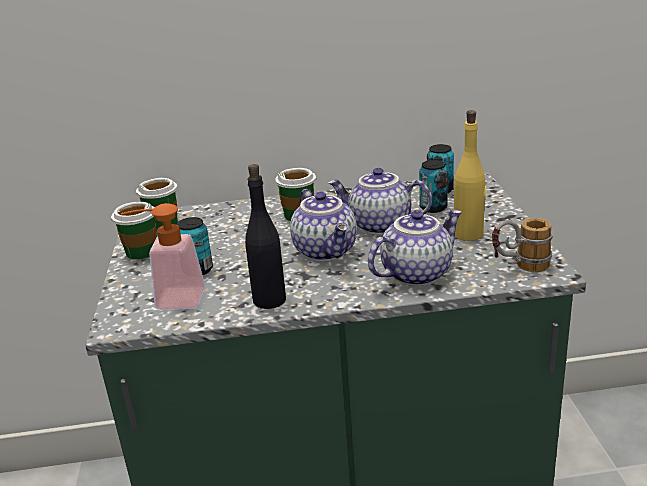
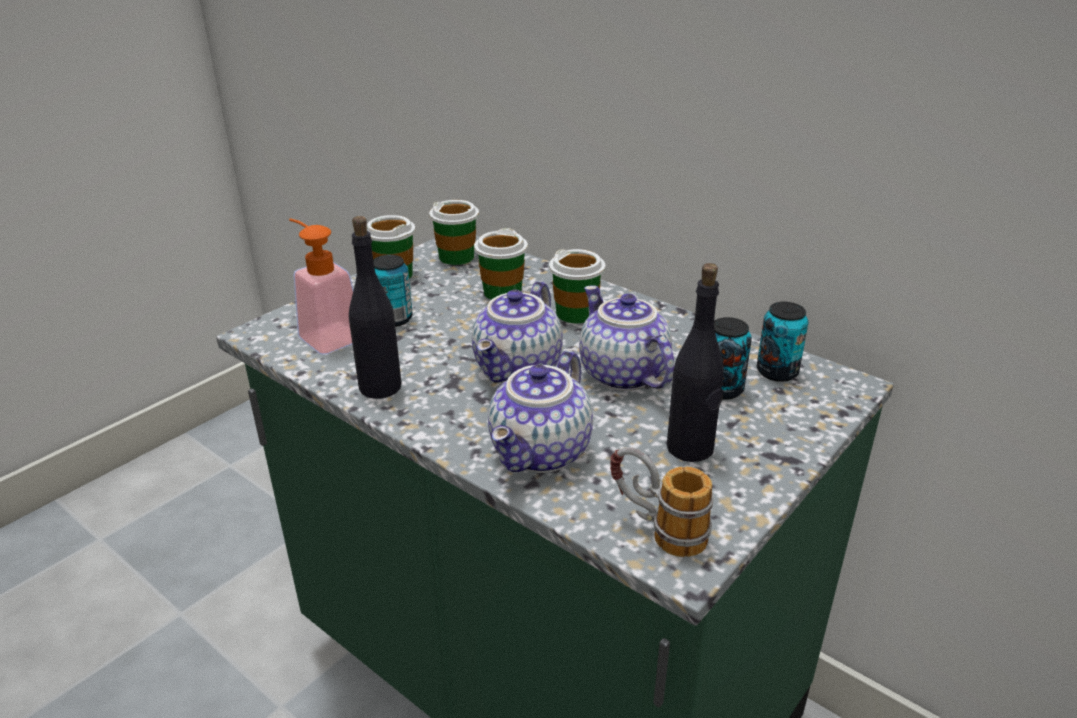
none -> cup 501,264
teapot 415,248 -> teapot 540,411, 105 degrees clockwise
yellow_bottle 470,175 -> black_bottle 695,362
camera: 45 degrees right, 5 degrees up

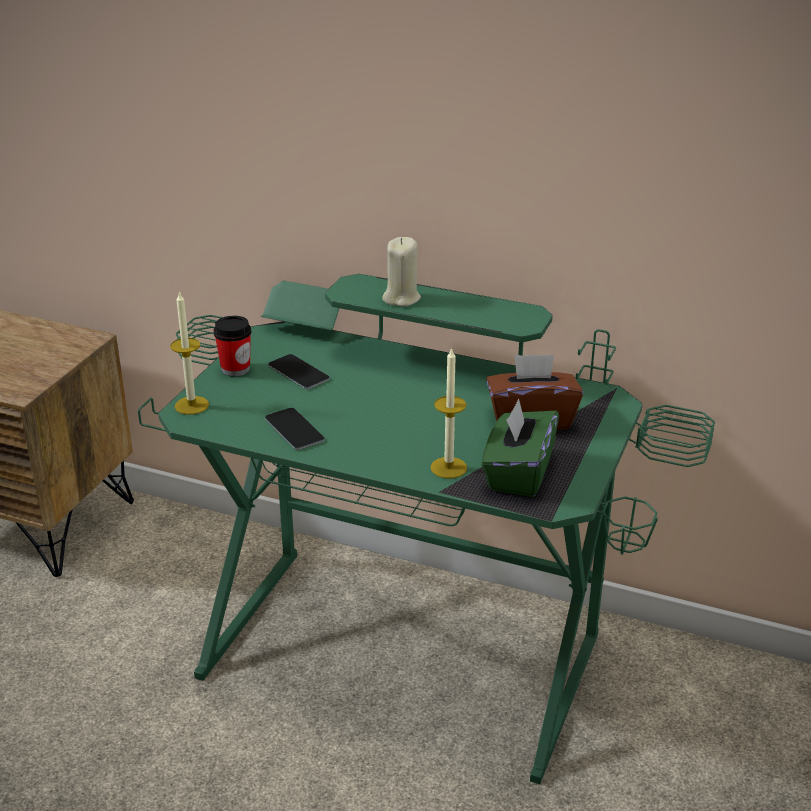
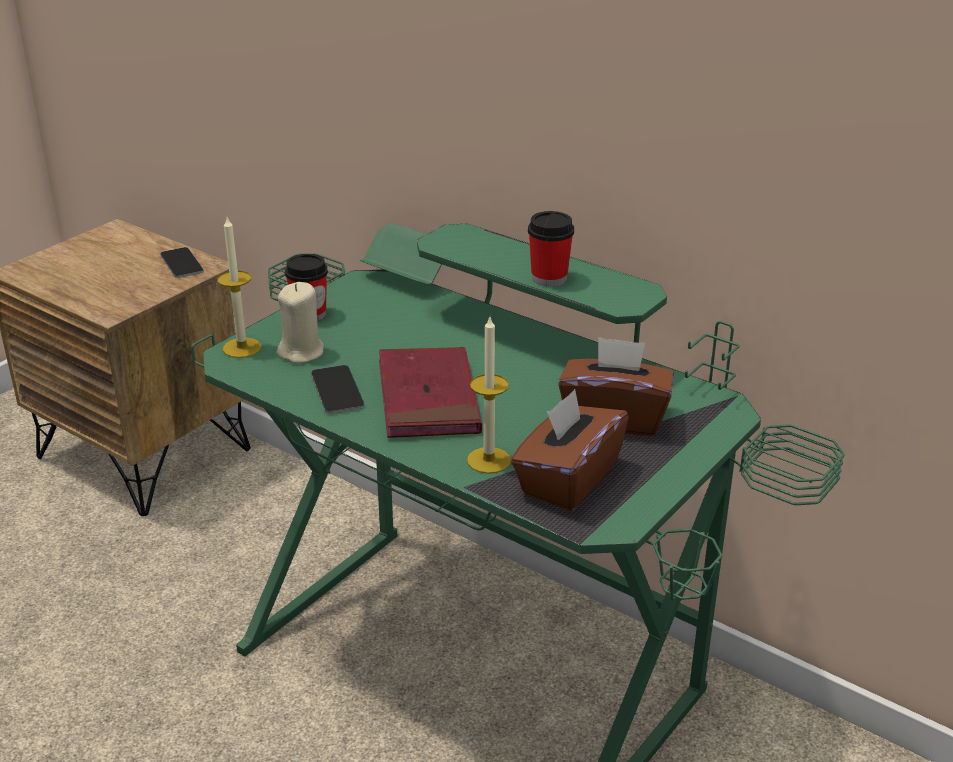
phone 298,371 -> phone 182,262, move
beige_candle 401,272 -> beige_candle 300,323, move
none -> red_book 430,392
green_tissue_box 520,448 -> brown_tissue_box 570,450
none -> cup 551,249
camera: 15 degrees right, 0 degrees up

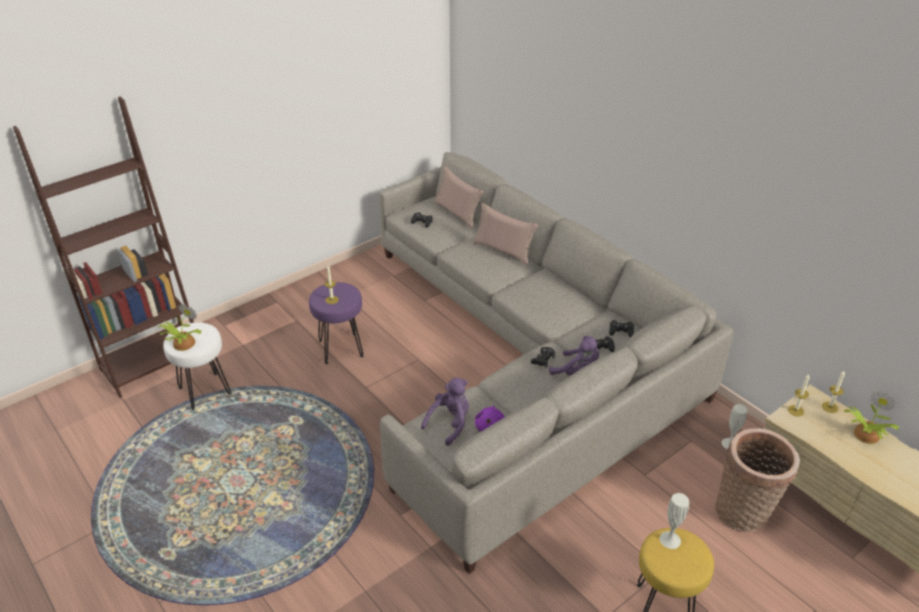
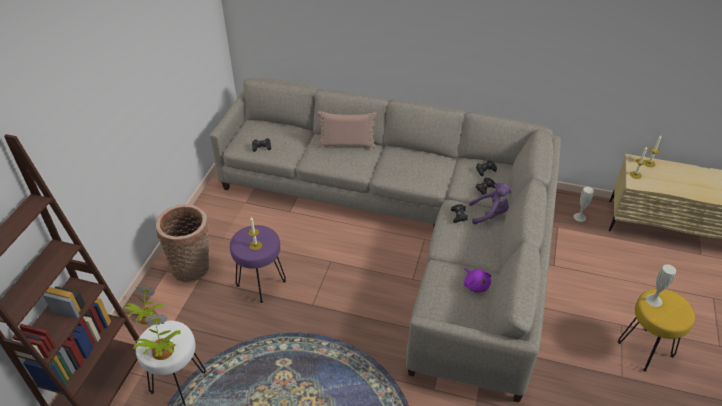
potted_plant 871,417 -> potted_plant 143,305, move
basket 757,480 -> basket 183,243, move
purple_plush_toy 445,412 -> none
beige_pillow 458,197 -> none
camera: 35 degrees left, 5 degrees up

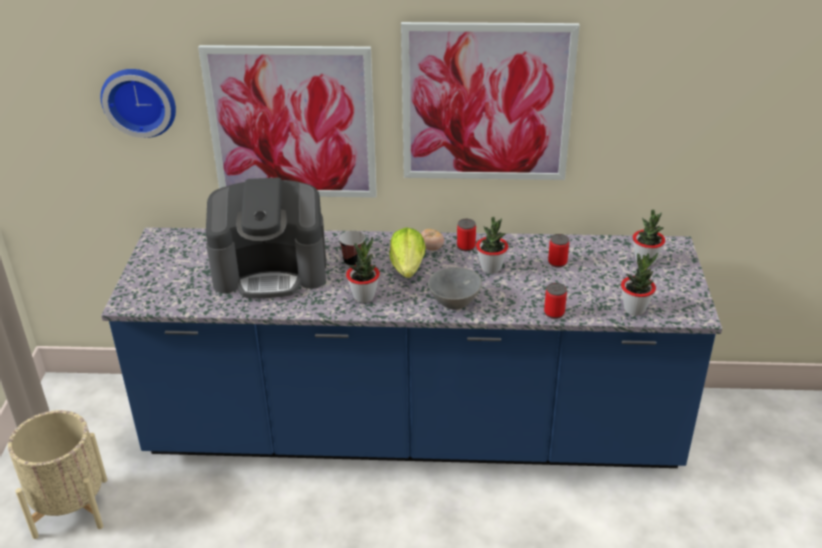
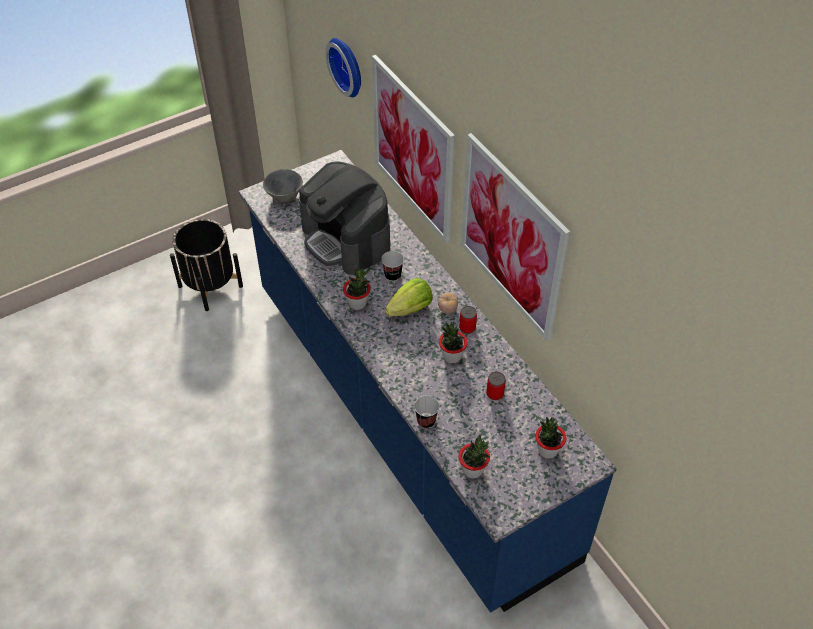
beige_planter 57,474 -> black_planter 206,265
grey_bowl 455,288 -> grey_bowl 283,185, move
can 555,301 -> cup 426,412
camera: 55 degrees right, 15 degrees up

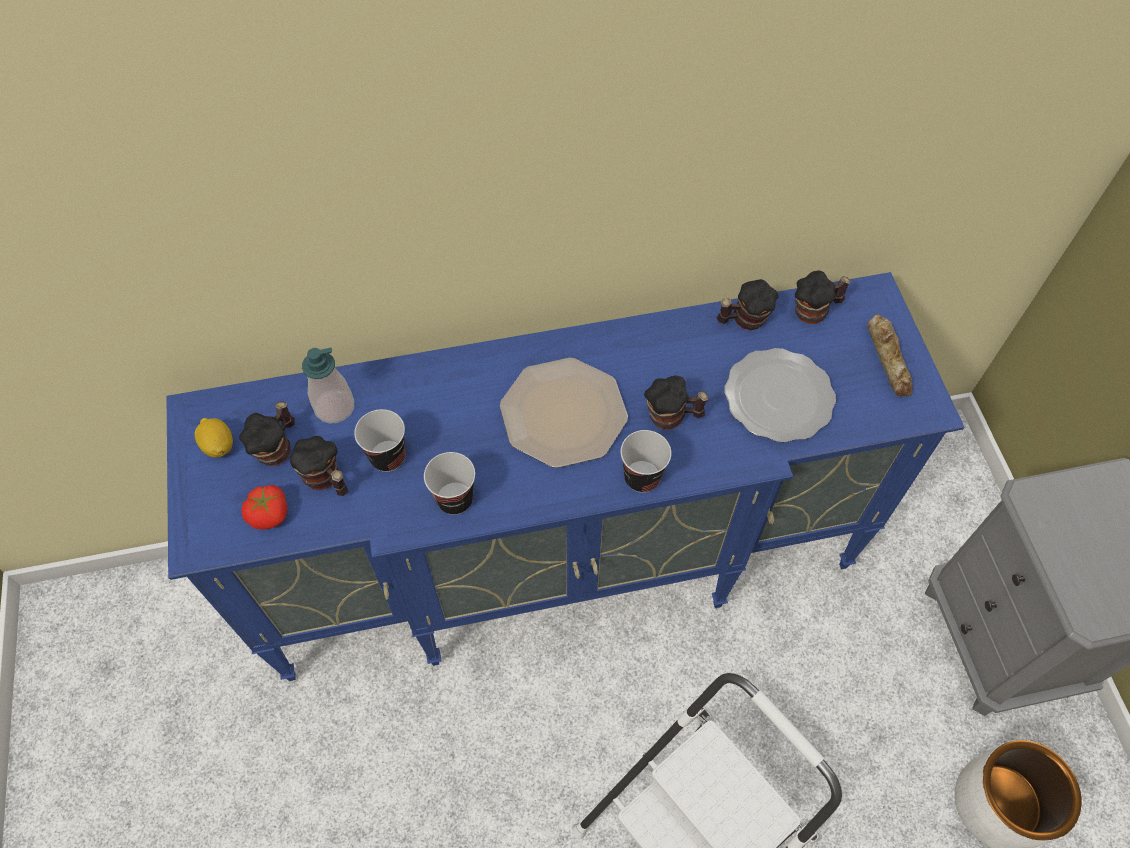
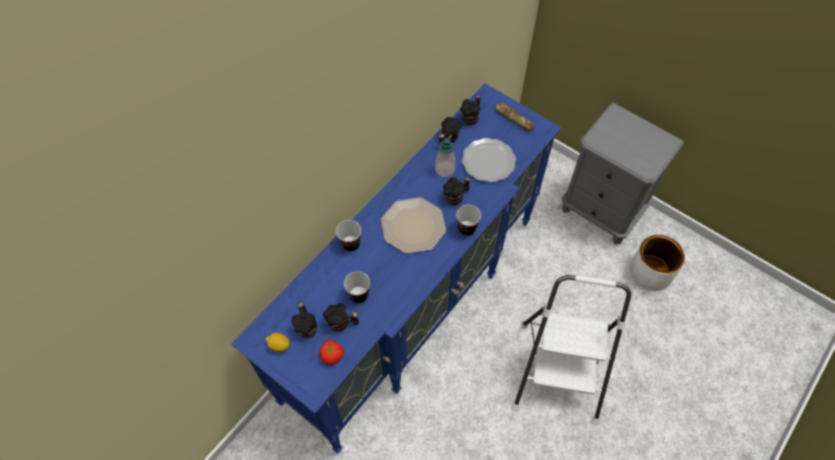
cup 449,483 -> cup 348,236, move
soap_dispenser 328,385 -> soap_dispenser 445,156, move
camera: 40 degrees left, 0 degrees up

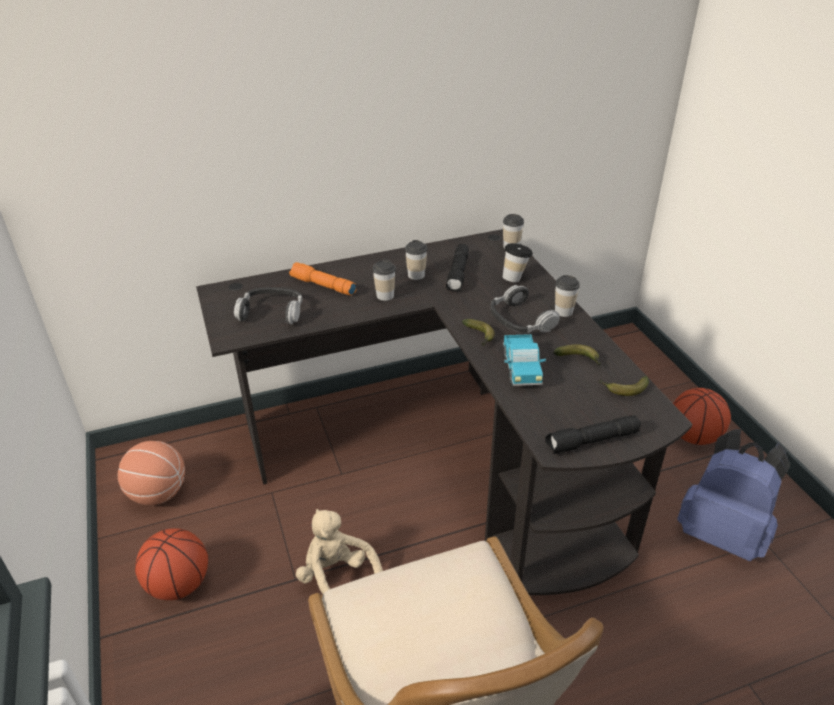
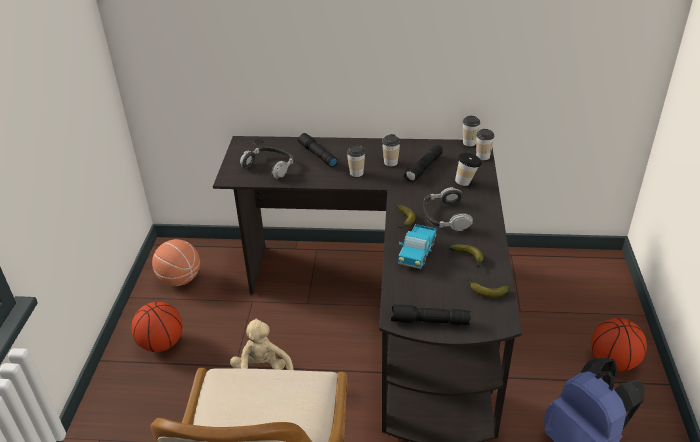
orange_flashlight 322,279 -> black_flashlight 317,150
cup 567,296 -> cup 471,131, move
camera: 25 degrees right, 0 degrees up

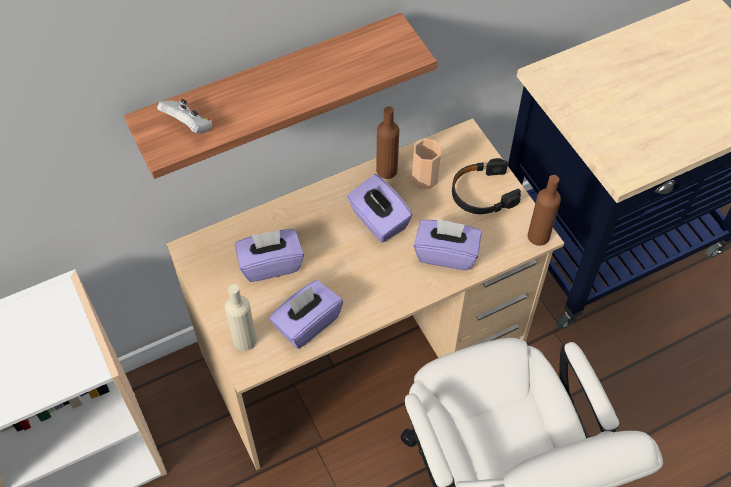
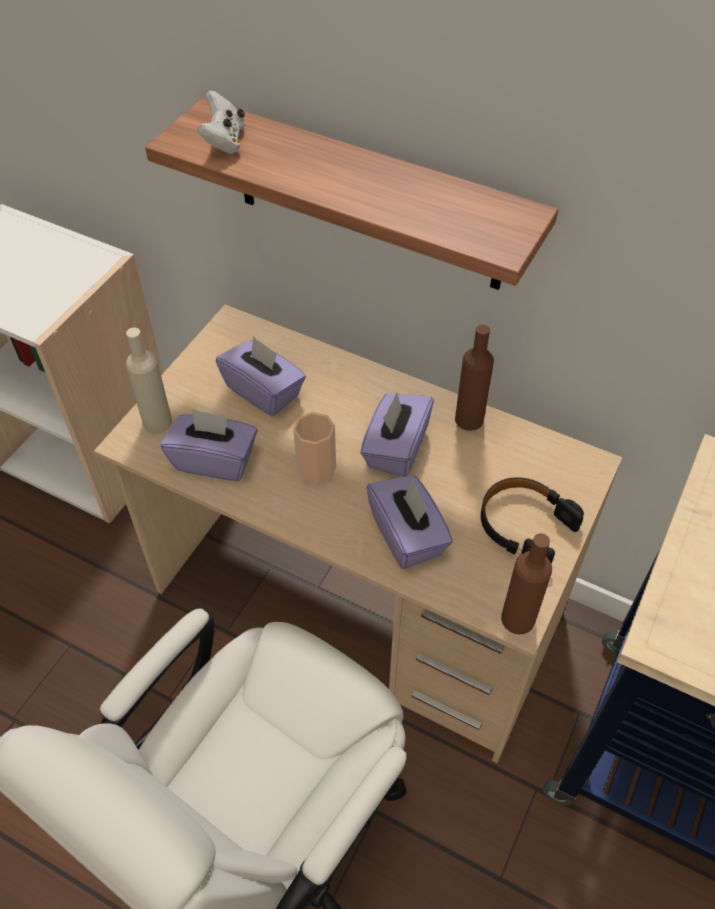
cup 427,164 -> cup 314,448, move
camera: 55 degrees right, 5 degrees down

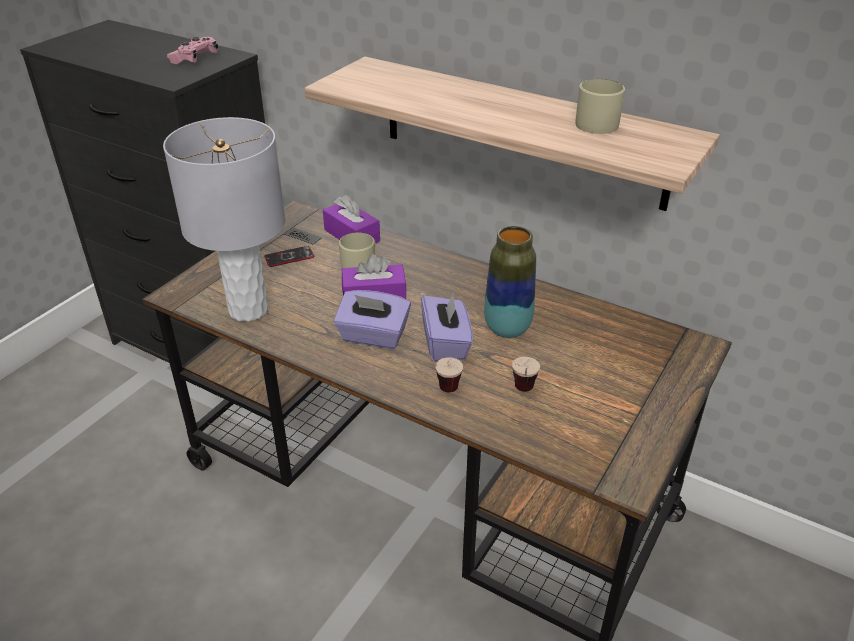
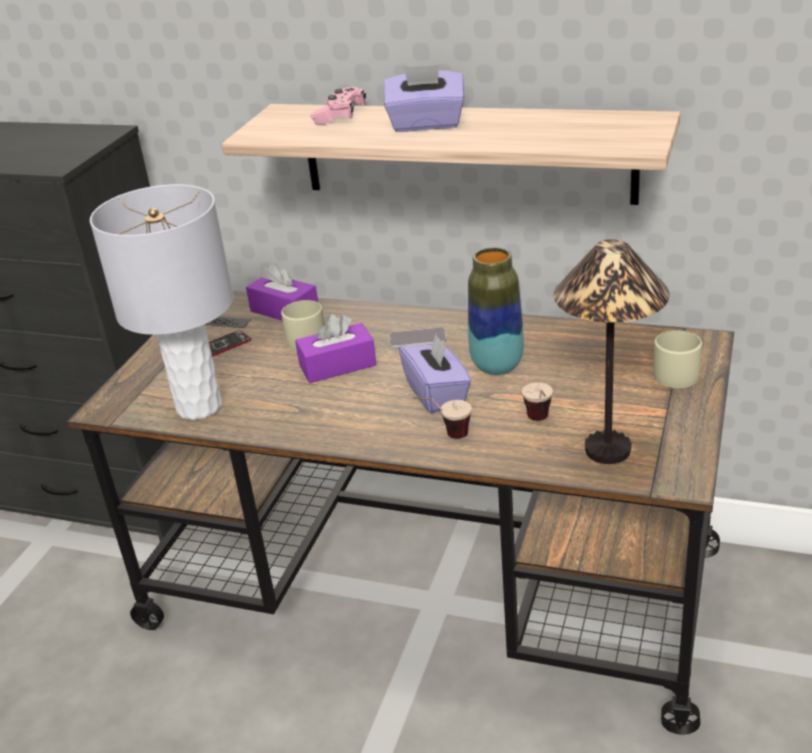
pink_game_controller 192,50 -> pink_game_controller 338,106, move
purple_tissue_box 372,319 -> purple_tissue_box 424,98, move
none -> phone 417,337
none -> table_lamp 612,351
beige_mug 600,106 -> beige_mug 677,359, move
camera: 10 degrees left, 5 degrees down

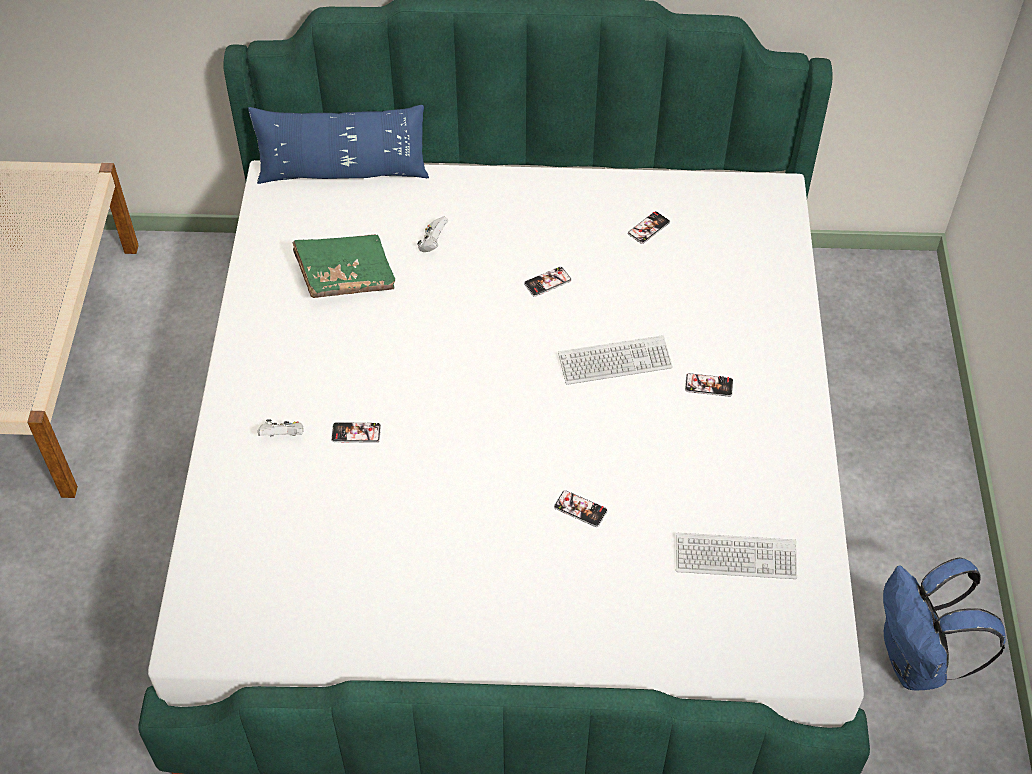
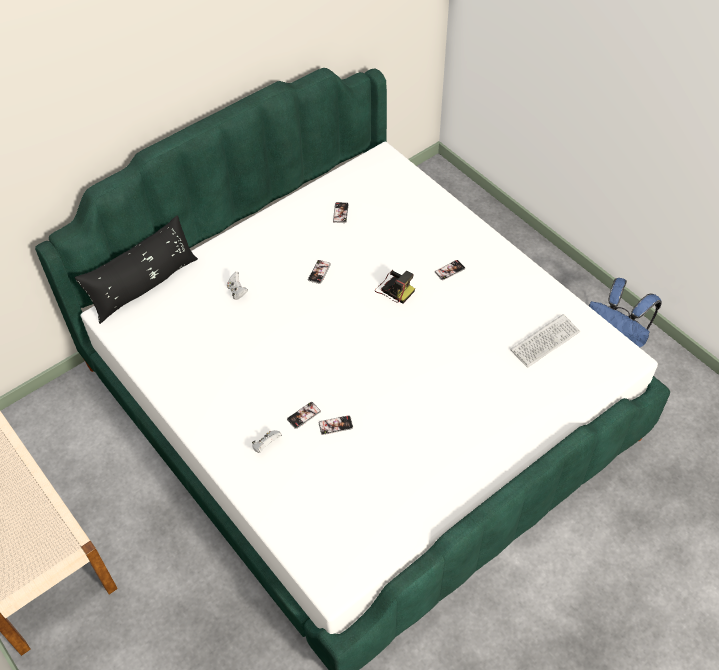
blue_pillow 338,144 -> black_pillow 136,269
phone 580,508 -> phone 336,425, move
keyboard 615,360 -> photo_camera 395,286
green_book 344,266 -> none
camera: 40 degrees left, 0 degrees up

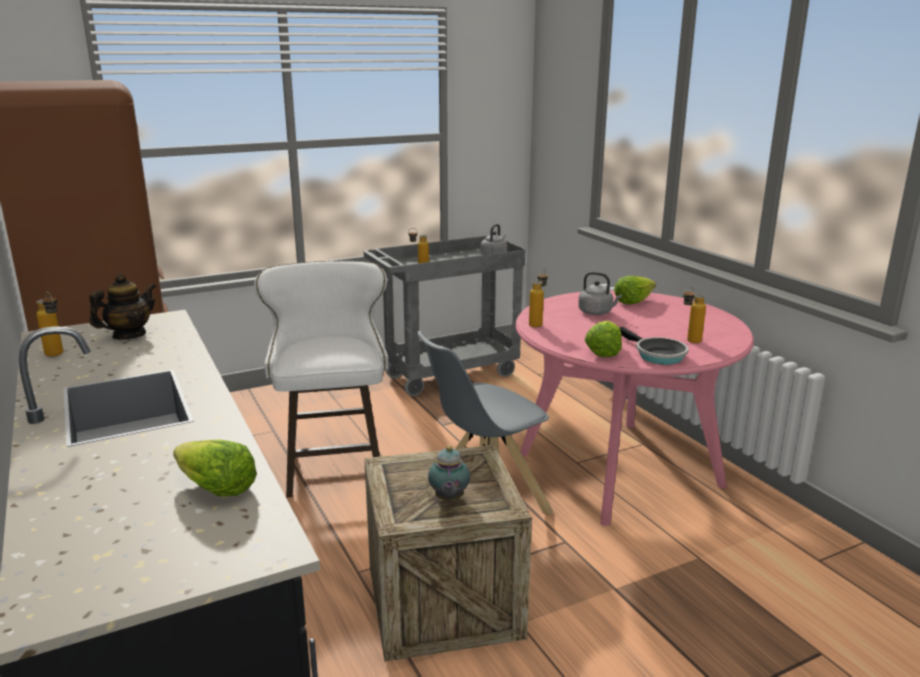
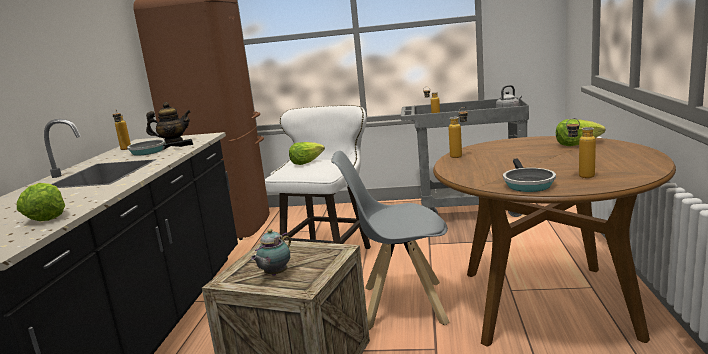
none -> frying_pan 160,147
lettuce 603,339 -> lettuce 307,153, move
pink_dining_table 634,408 -> brown_dining_table 554,241
grey_kettle 600,293 -> none
camera: 35 degrees right, 5 degrees down

